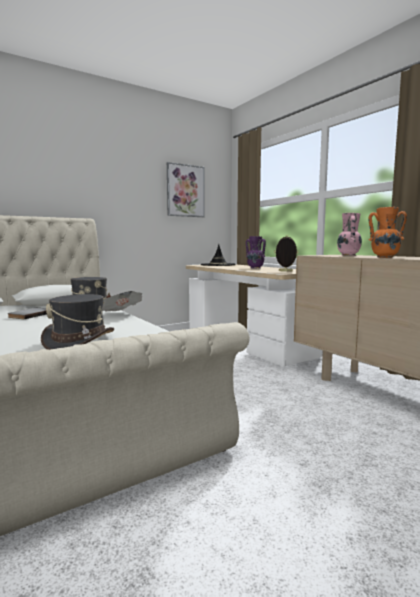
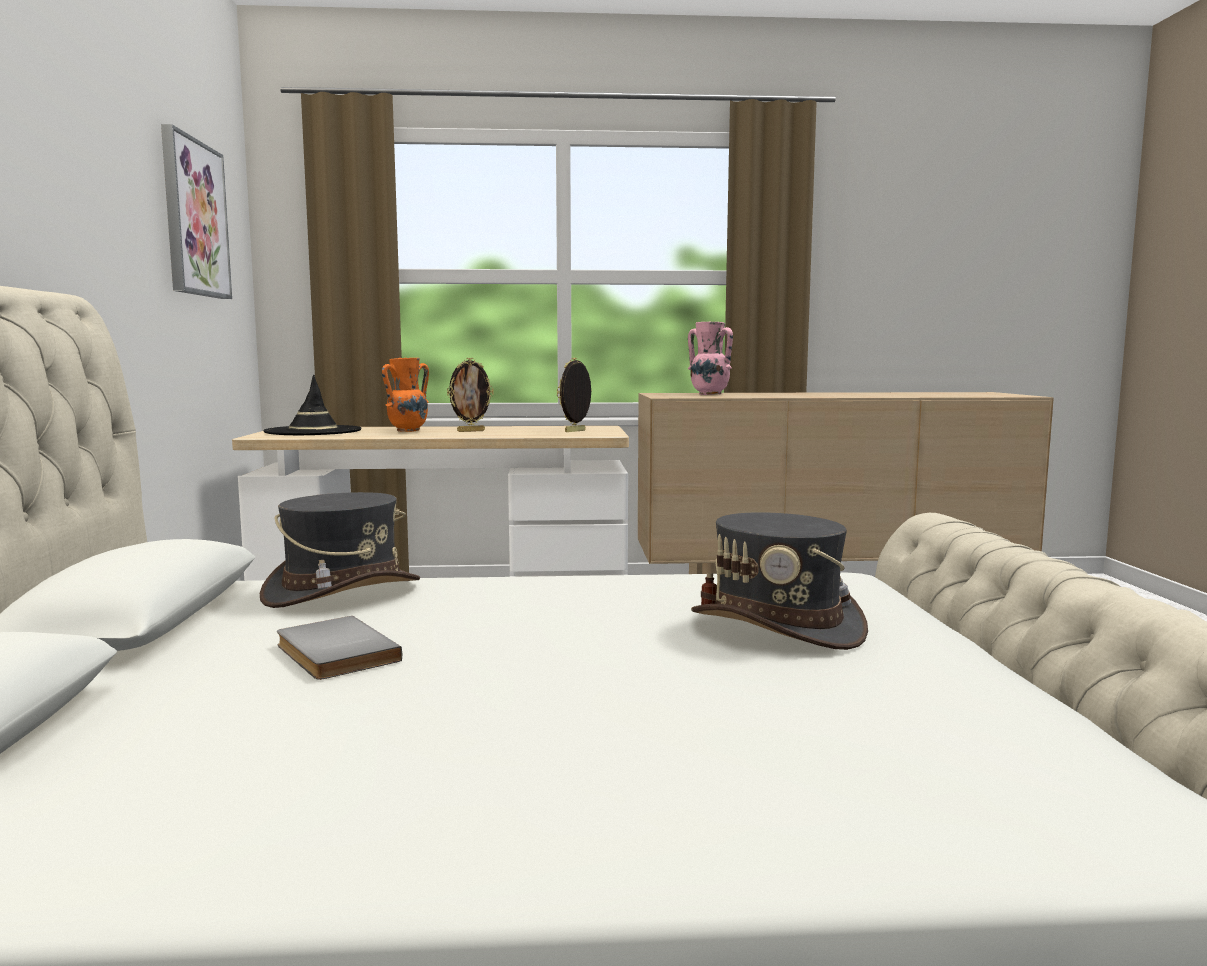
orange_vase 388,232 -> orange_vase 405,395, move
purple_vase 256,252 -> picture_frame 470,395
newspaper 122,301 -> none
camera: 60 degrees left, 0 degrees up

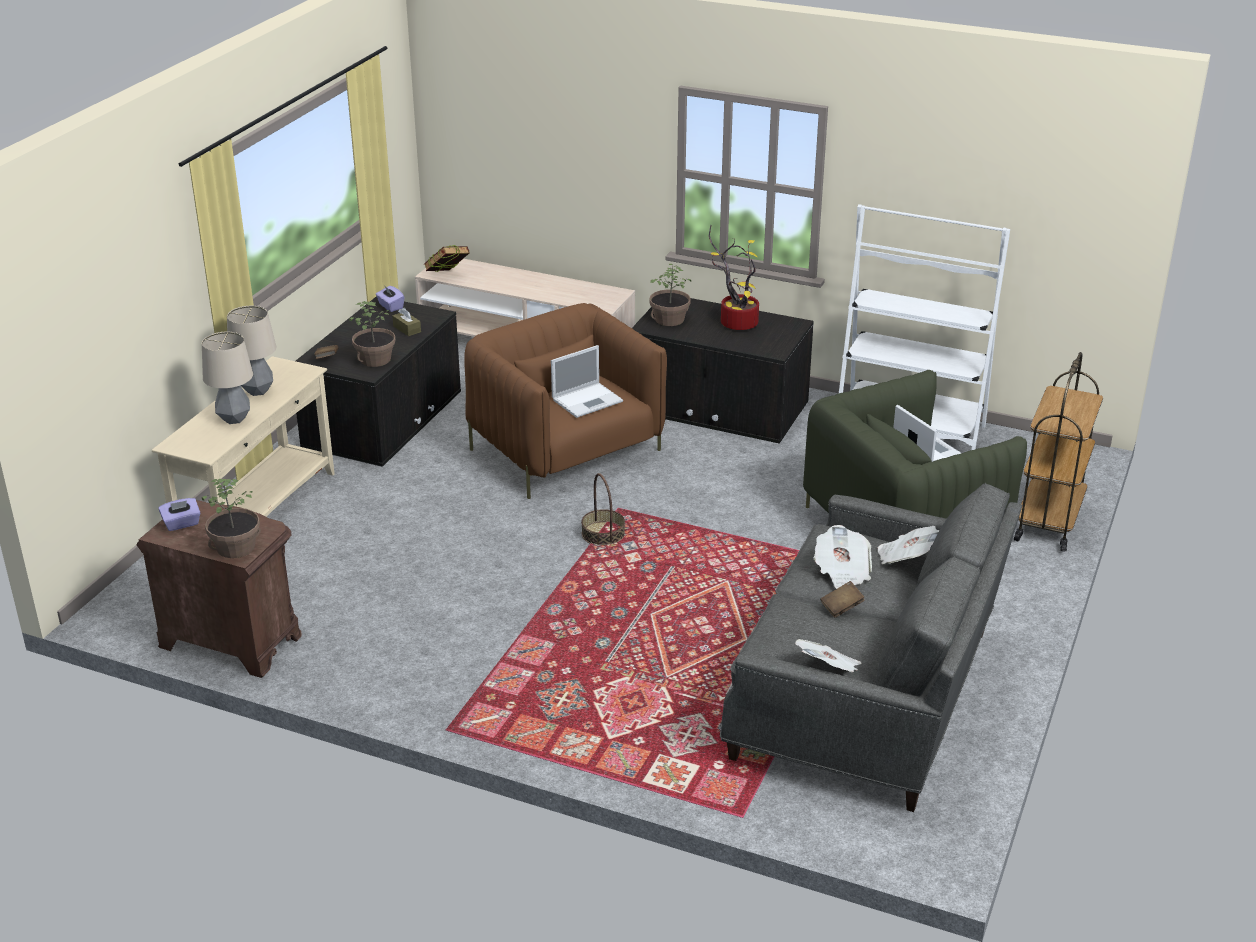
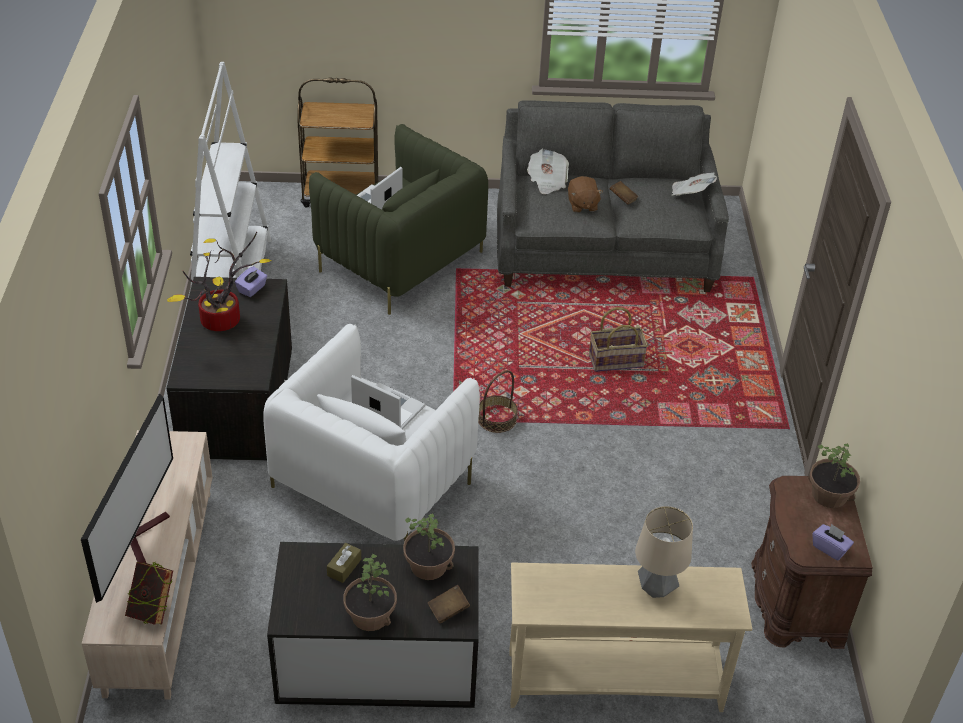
none -> television 127,498
purple_tissue_box 390,299 -> purple_tissue_box 251,281, move
brown_armchair 565,401 -> white_armchair 371,433
potted_plant 670,295 -> potted_plant 370,592, move
newspaper 843,557 -> brown_plush_toy 585,194
none -> basket 618,339
table_lamp 251,351 -> none
camera: 115 degrees left, 10 degrees up

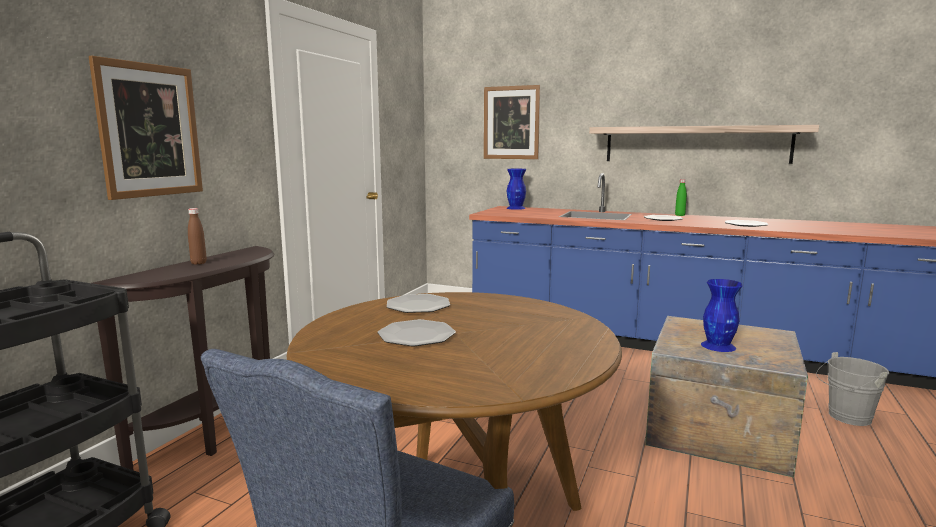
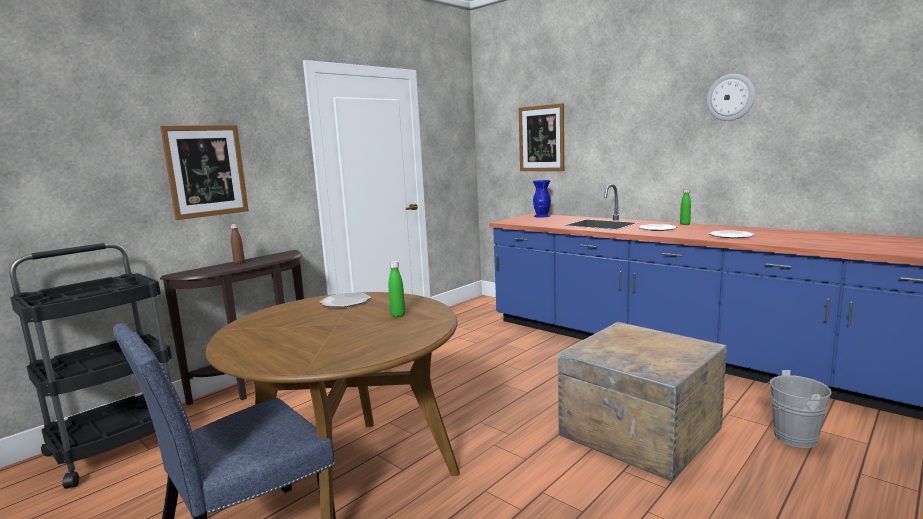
none -> green_bottle 397,289
none -> wall_clock 730,97
plate 416,332 -> none
shelf 704,144 -> none
blue_vase 722,315 -> none
camera: 20 degrees right, 0 degrees up

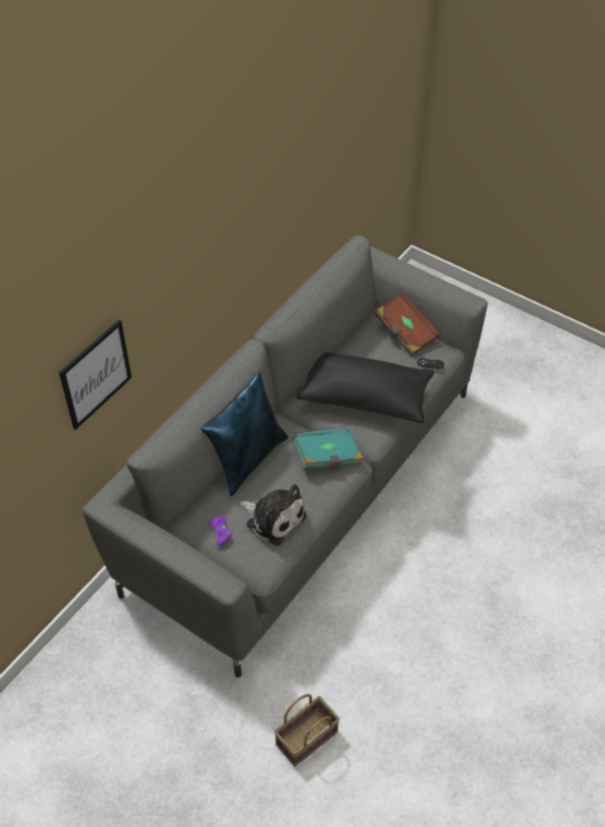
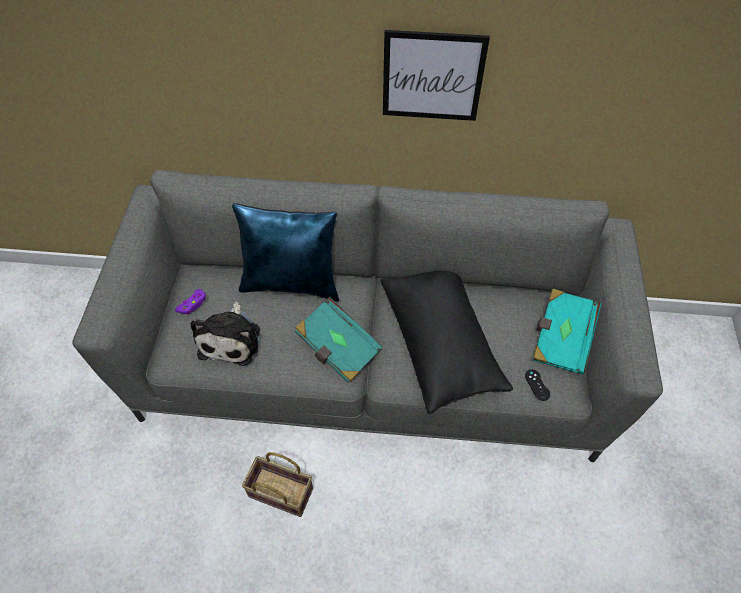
basket 307,730 -> basket 277,484, move
picture 95,375 -> picture 436,75, move
brown_book 407,324 -> turquoise_book 567,331
camera: 60 degrees right, 5 degrees up

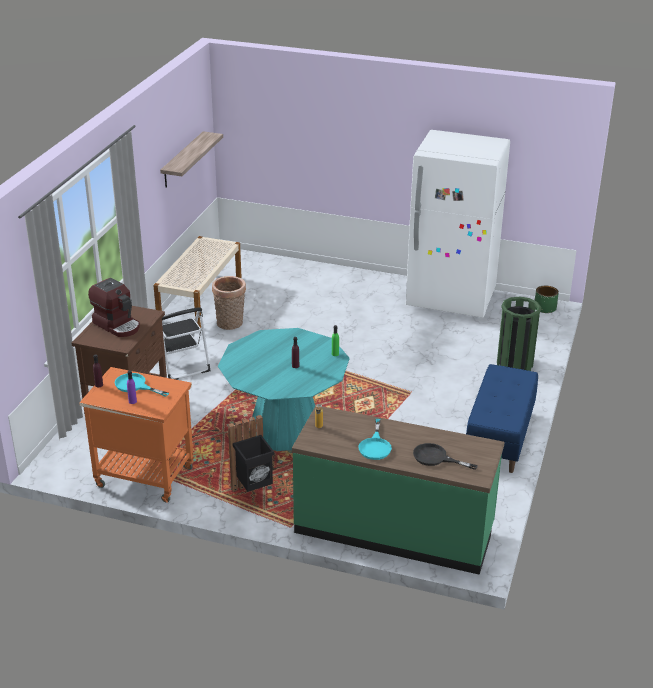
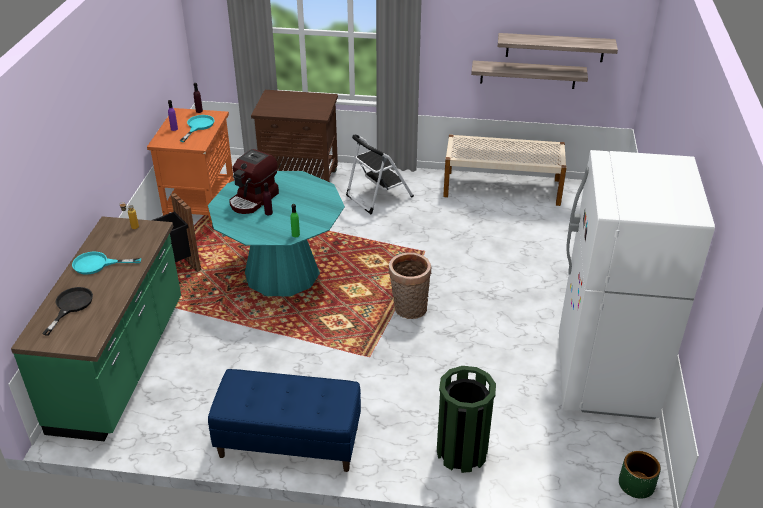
coffee_machine 114,307 -> coffee_machine 254,181, move
basket 229,303 -> basket 410,285, move
none -> shelf 529,75
camera: 80 degrees right, 5 degrees up

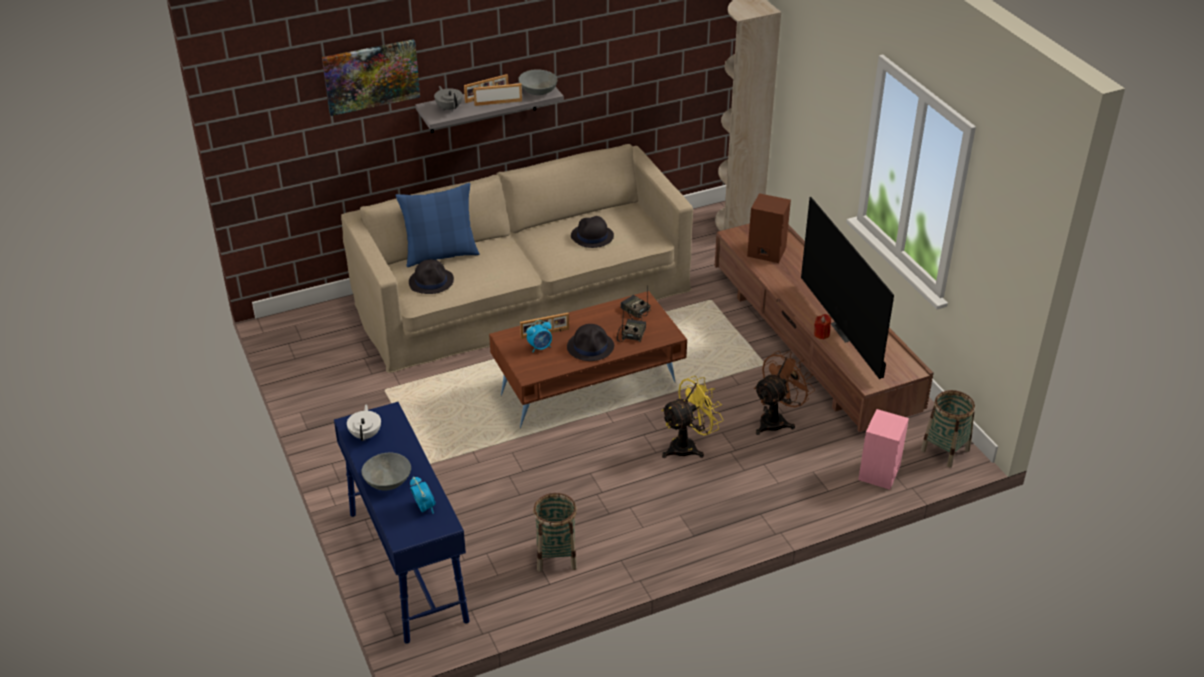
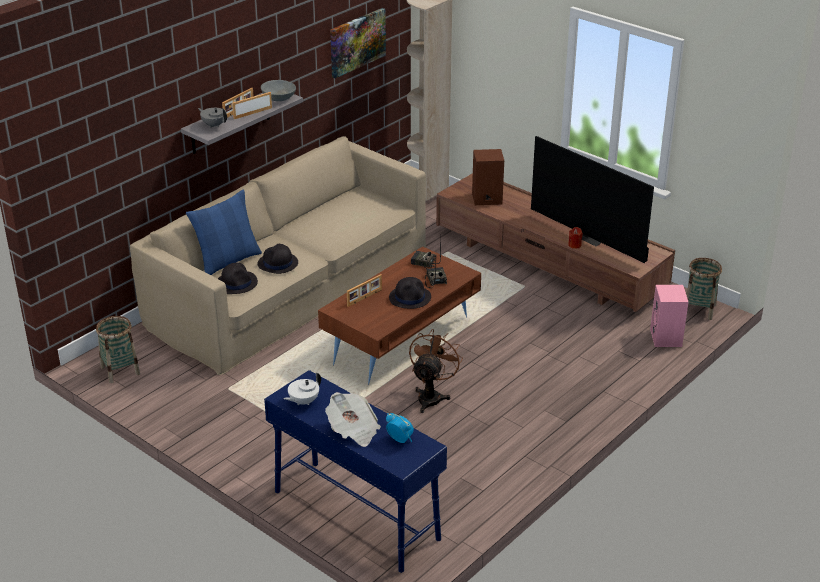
basket 555,532 -> basket 118,349, move
black_hat 592,232 -> black_hat 278,259, move
white_teapot 364,422 -> white_teapot 302,389, 105 degrees counterclockwise
grey_bowl 386,471 -> newspaper 353,419
picture 371,77 -> picture 358,43, move
brown_fan 784,393 -> brown_fan 436,371, move
alarm_clock 539,336 -> none
yellow_fan 692,417 -> none
camera: 25 degrees left, 5 degrees down

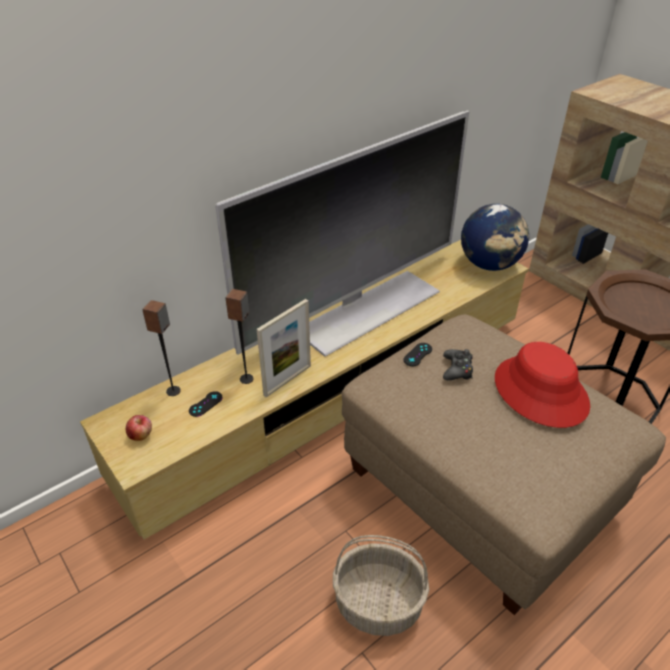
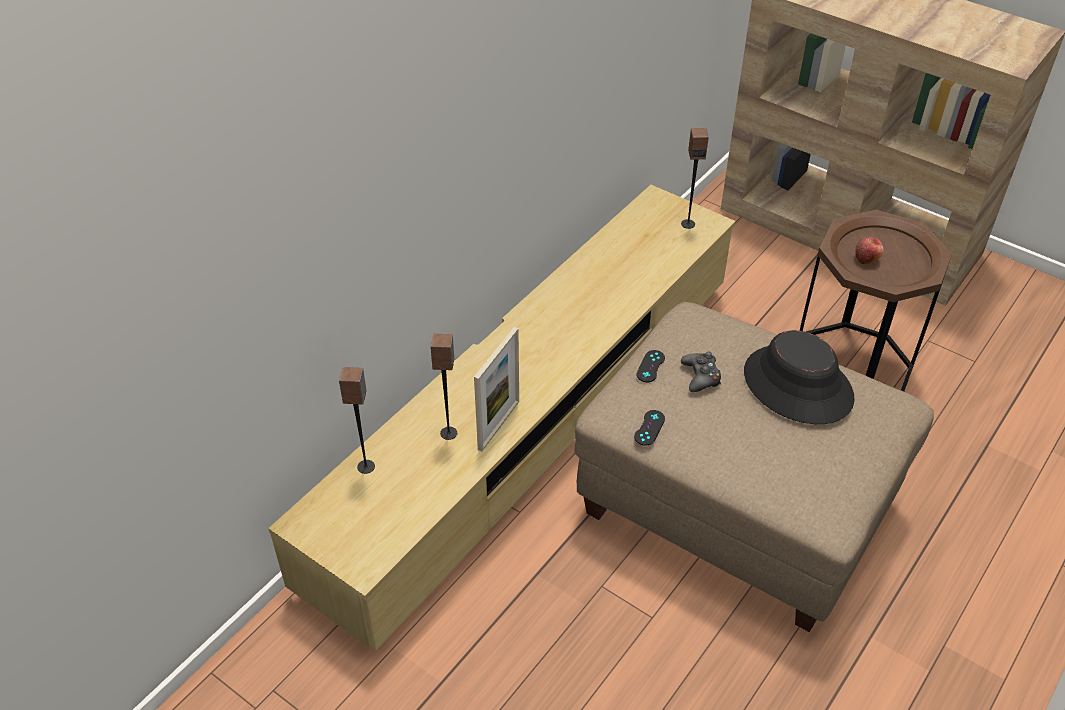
black_game_controller 206,404 -> black_game_controller 649,428, move
globe 495,237 -> speaker 695,178
red_hat 542,385 -> black_hat 799,377
apple 139,428 -> apple 869,250, move
television 342,233 -> none
basket 381,585 -> none
camera: 15 degrees left, 5 degrees up

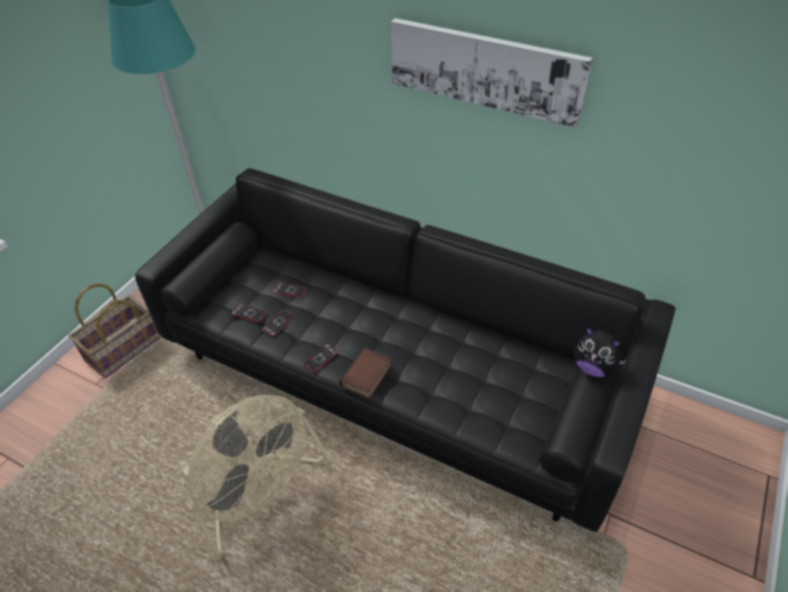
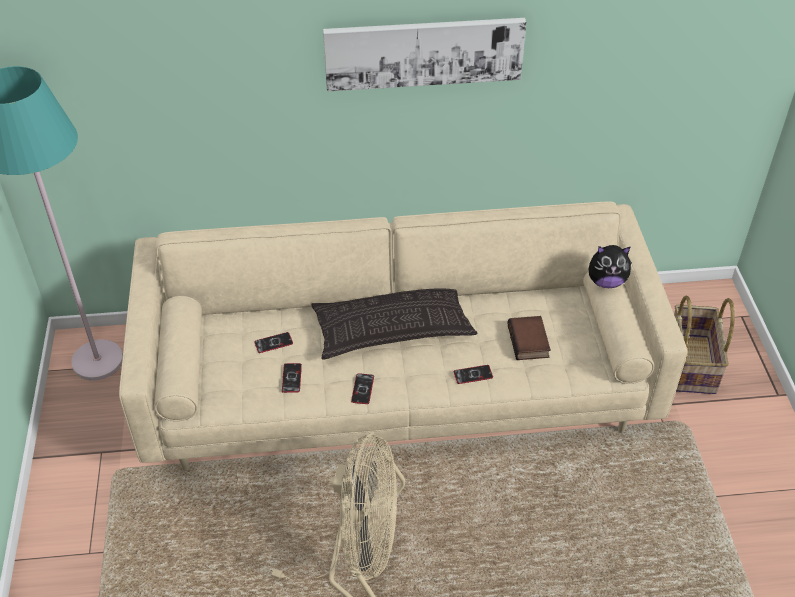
black_sofa 405,350 -> beige_sofa 403,335
none -> pillow 394,324
phone 249,313 -> phone 473,374, move
book 365,373 -> book 529,338, move
basket 115,330 -> basket 704,344, move
camera: 35 degrees left, 0 degrees up

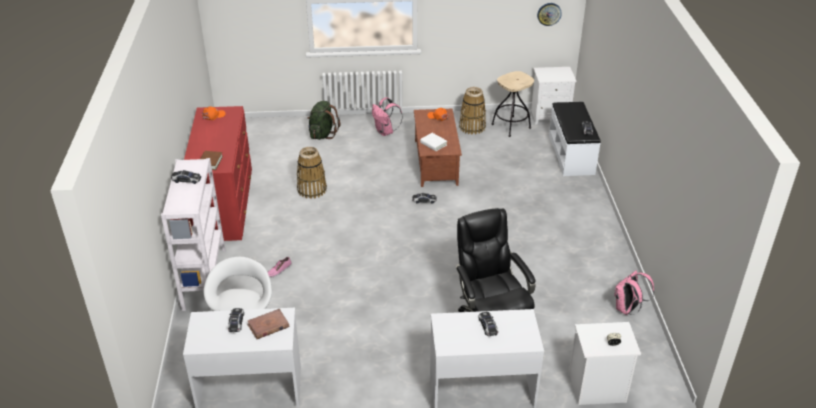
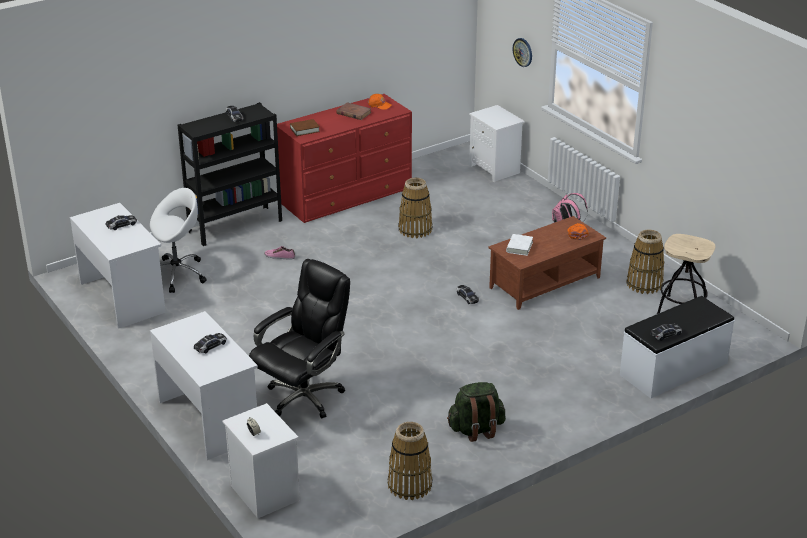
white_bookcase 193,234 -> black_bookcase 230,174
brown_book 268,324 -> brown_book 354,111, move
pink_backpack 634,293 -> basket 409,461
green_backpack 323,120 -> green_backpack 476,412, move
white_nightstand 553,95 -> white_nightstand 497,143, move
wall_clock 549,14 -> wall_clock 522,52, move
camera: 60 degrees right, 5 degrees down

